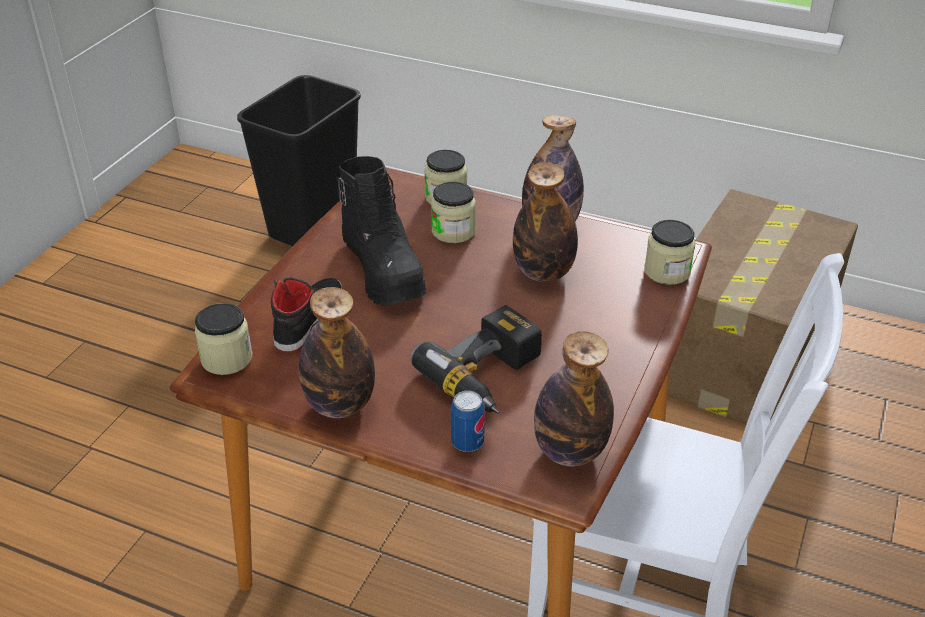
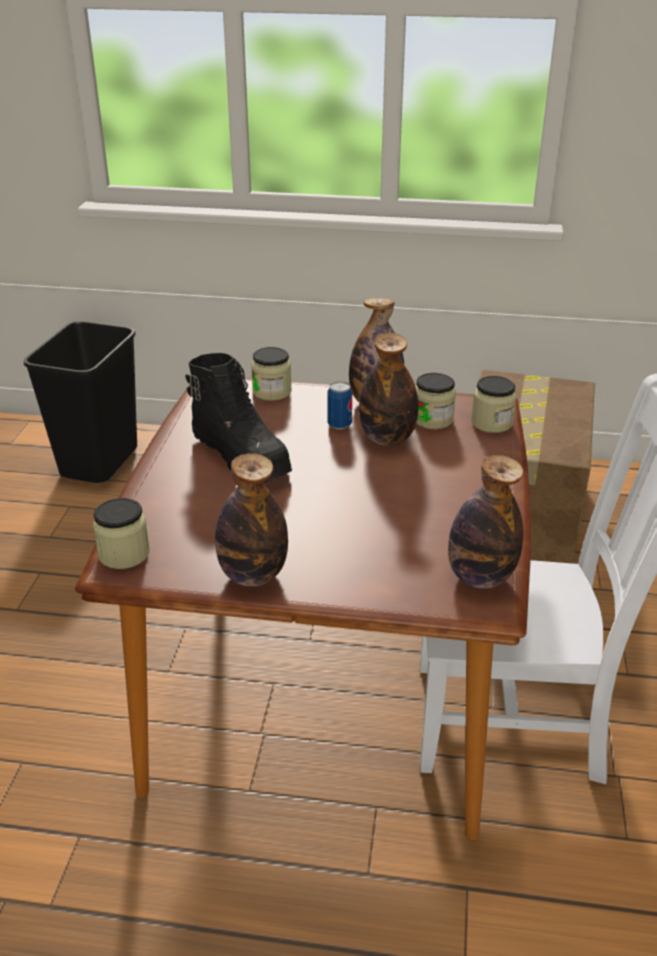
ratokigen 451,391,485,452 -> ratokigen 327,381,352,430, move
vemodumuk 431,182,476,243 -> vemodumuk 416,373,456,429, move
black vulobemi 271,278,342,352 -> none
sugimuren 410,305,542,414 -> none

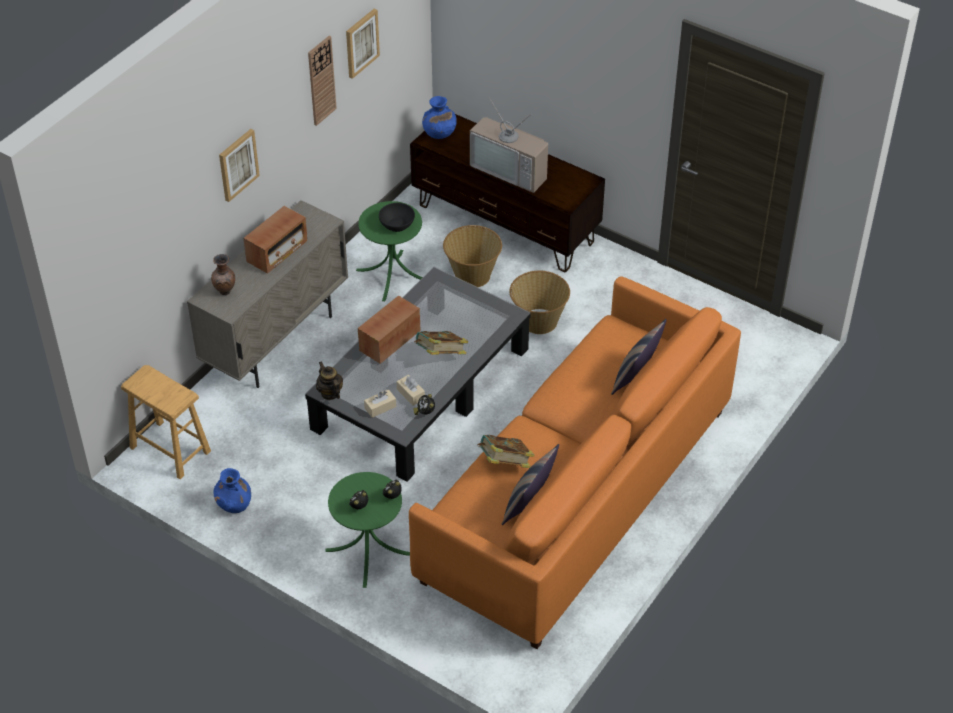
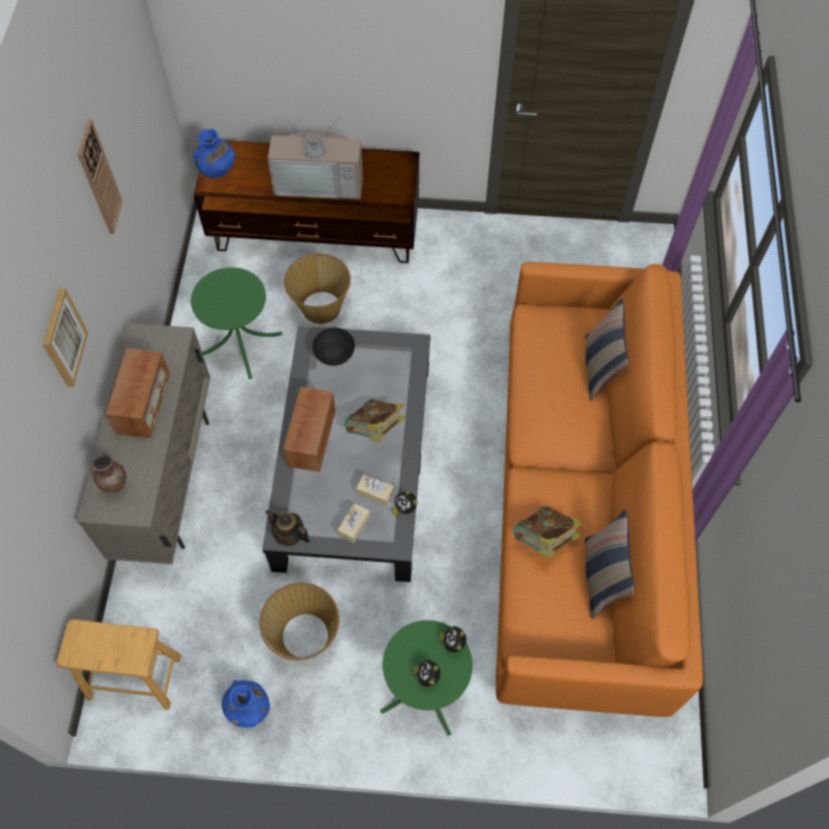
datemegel 510,271,570,334 -> datemegel 259,583,339,660, move
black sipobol 379,203,415,232 -> black sipobol 312,327,355,366, move
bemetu 346,9,380,79 -> none

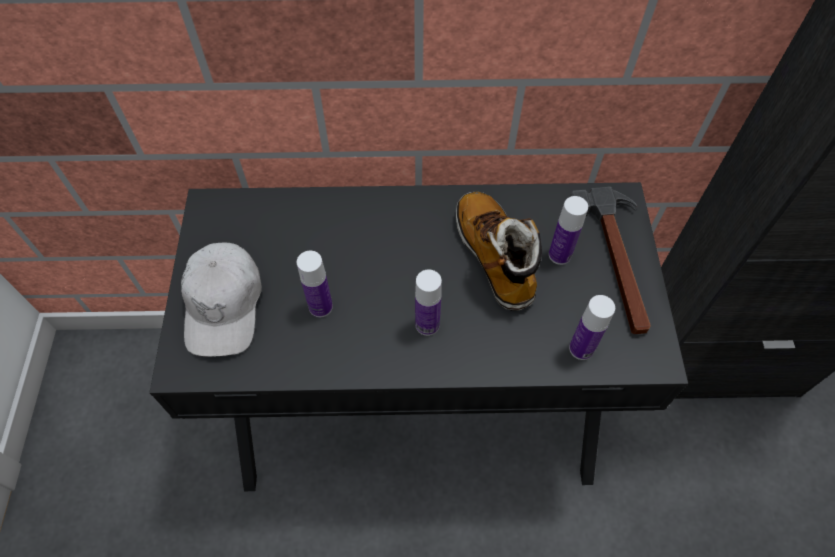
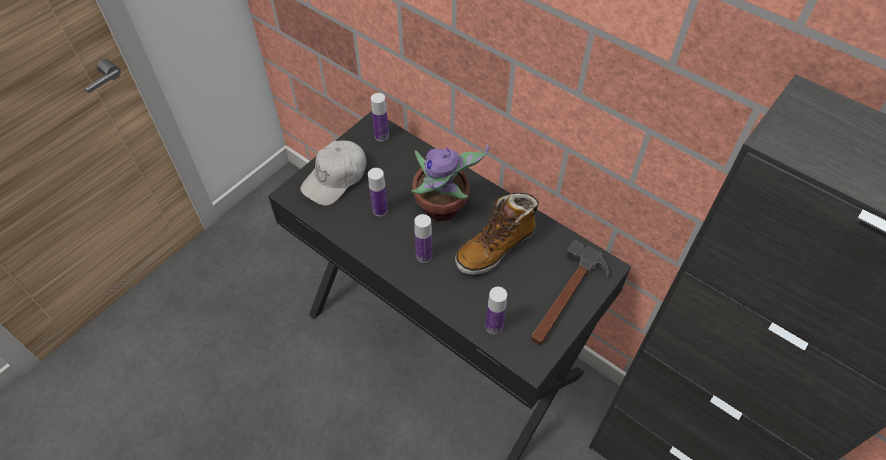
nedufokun 549,196,588,265 -> nedufokun 371,93,389,141, move
none -> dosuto 411,145,489,221
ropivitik 456,191,542,311 -> ropivitik 455,193,539,275, 150 degrees counterclockwise

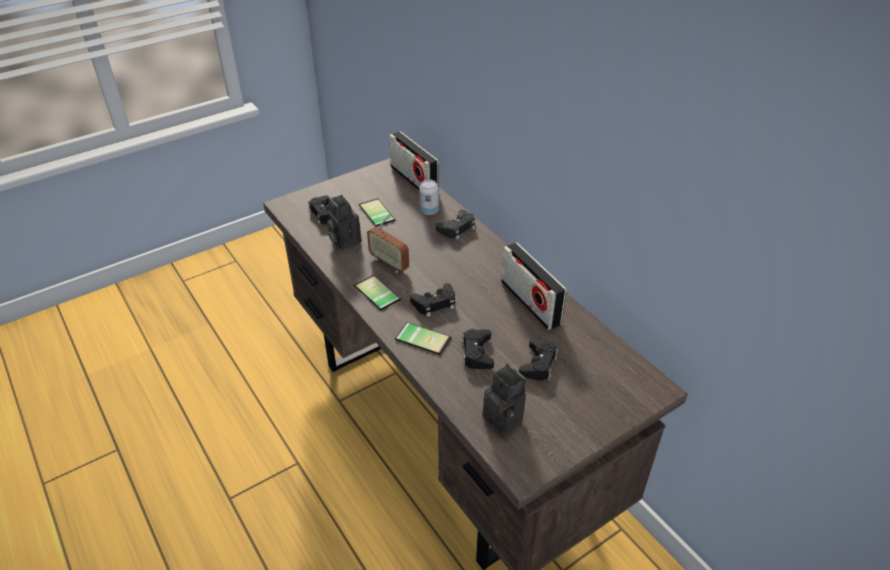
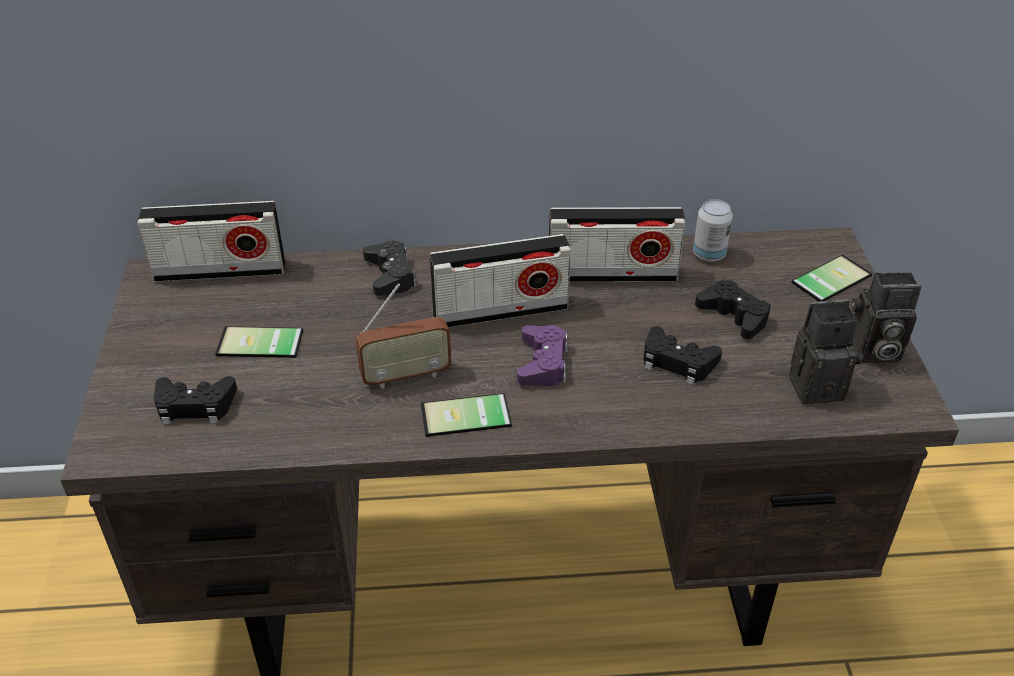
none -> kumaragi 430,234,571,328
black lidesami 410,283,455,317 -> purple lidesami 517,325,568,386
ratokigen 419,179,439,215 -> ratokigen 693,199,733,262, move
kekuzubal 395,322,451,355 -> kekuzubal 791,255,872,302, move
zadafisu 327,195,362,250 -> zadafisu 851,272,922,363, move

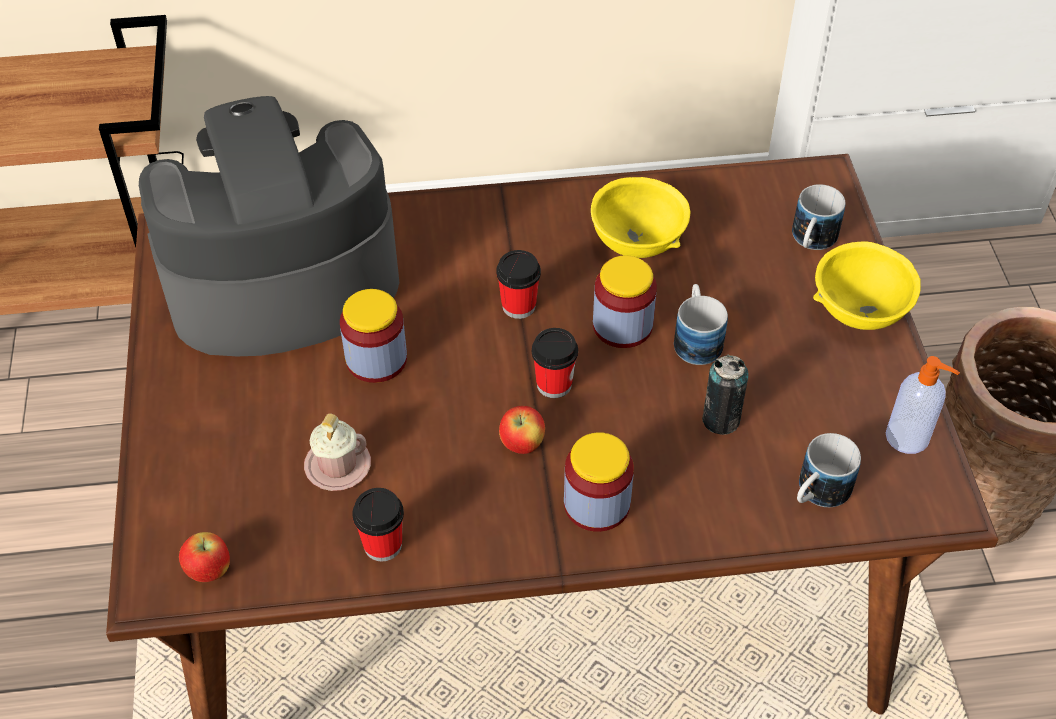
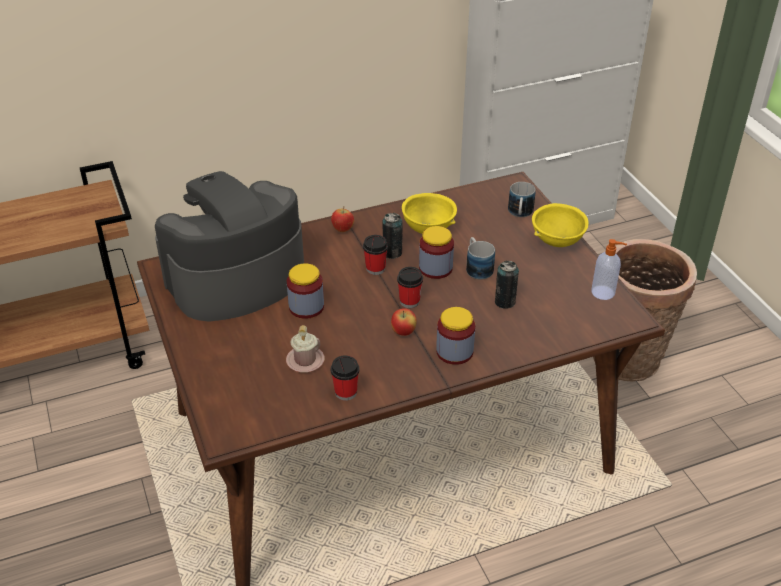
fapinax 179,532,230,582 -> fapinax 331,209,354,232, move
none -> ratokigen 383,213,402,259
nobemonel 797,433,861,507 -> none

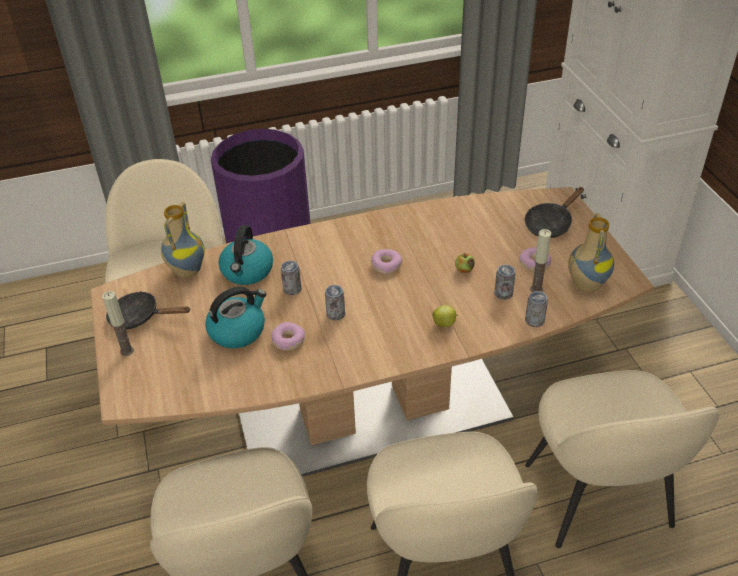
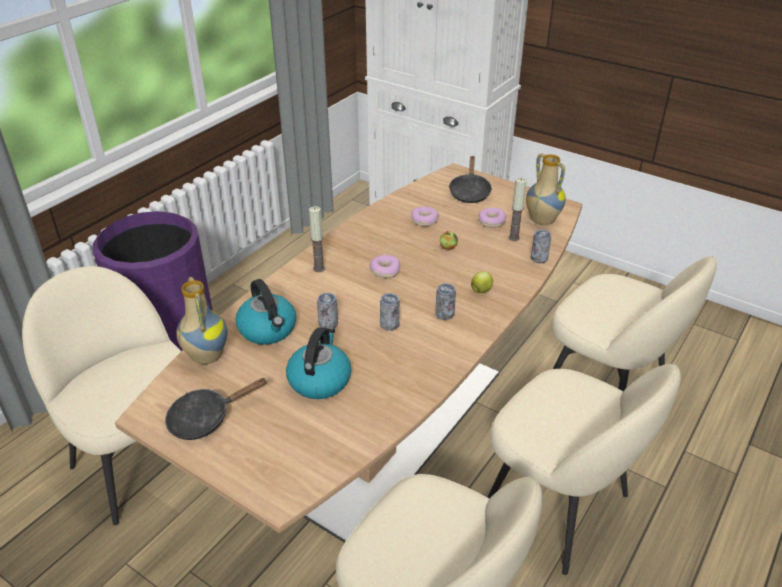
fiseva 102,291,134,356 -> fiseva 309,206,325,272, move
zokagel 272,322,305,351 -> zokagel 411,207,439,226, move
ratokigen 494,265,516,300 -> ratokigen 435,283,456,320, move

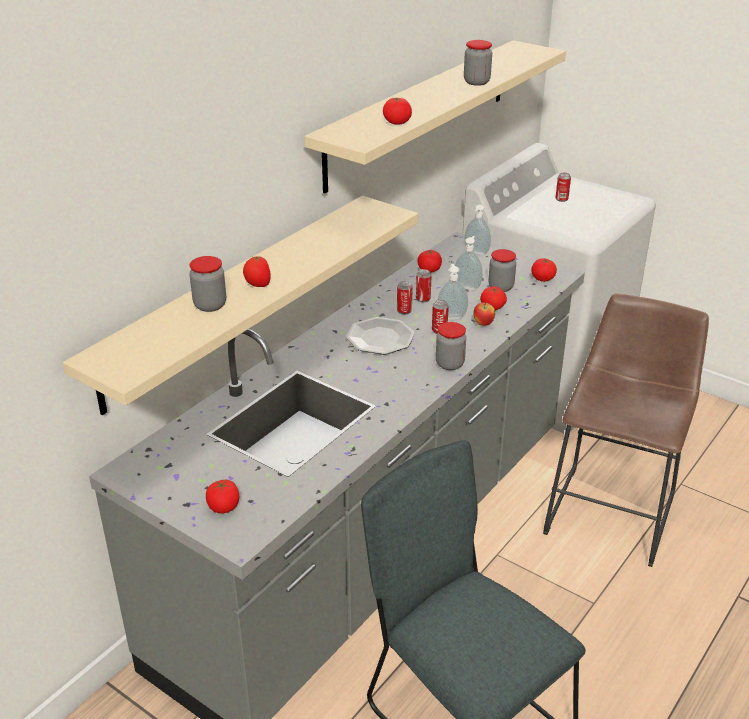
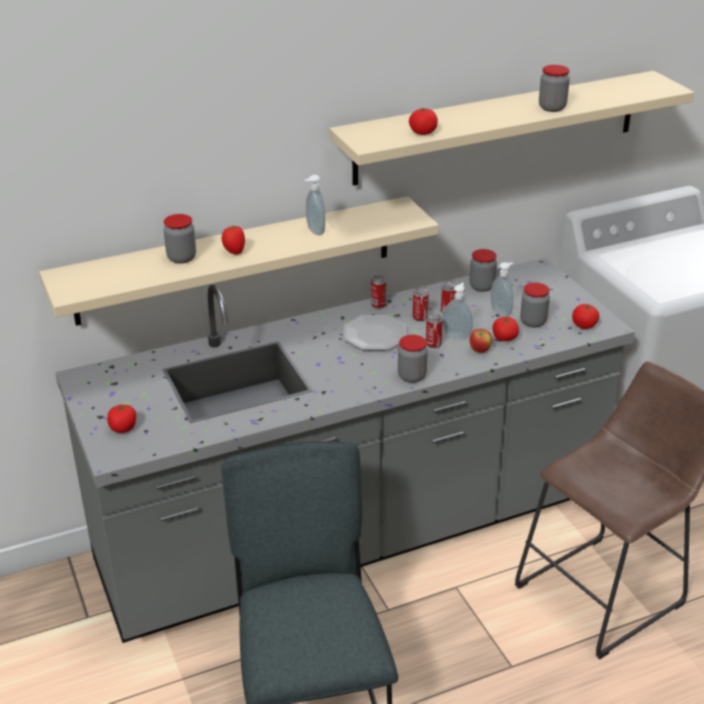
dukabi 465,204,491,255 -> dukabi 305,175,325,235, move
ratokigen 556,173,571,202 -> ratokigen 371,276,386,309, move
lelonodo 418,249,442,273 -> vemodumuk 470,249,497,292

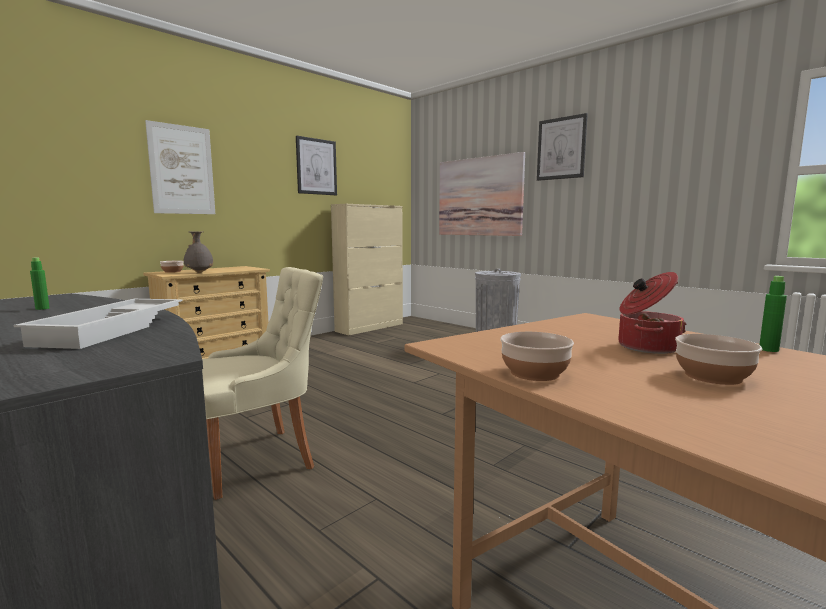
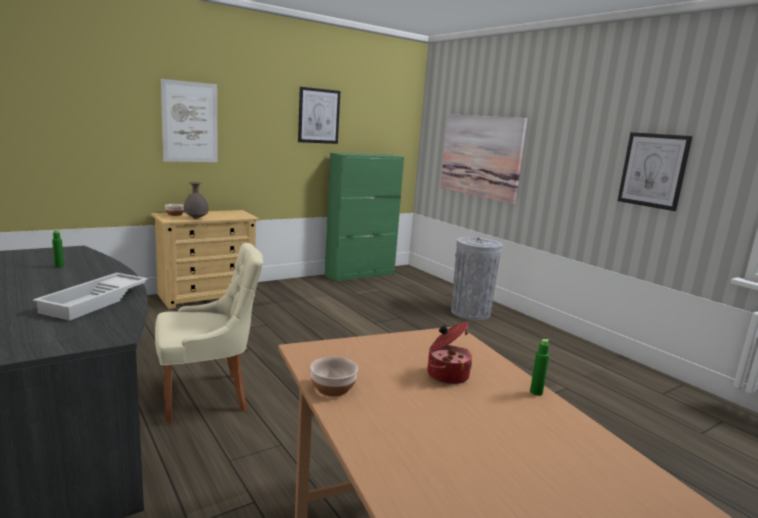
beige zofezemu 331,204,403,335 -> green zofezemu 325,153,404,282
bemetu 537,113,588,181 -> bemetu 618,132,692,211, move
sipobol 675,334,762,385 -> none

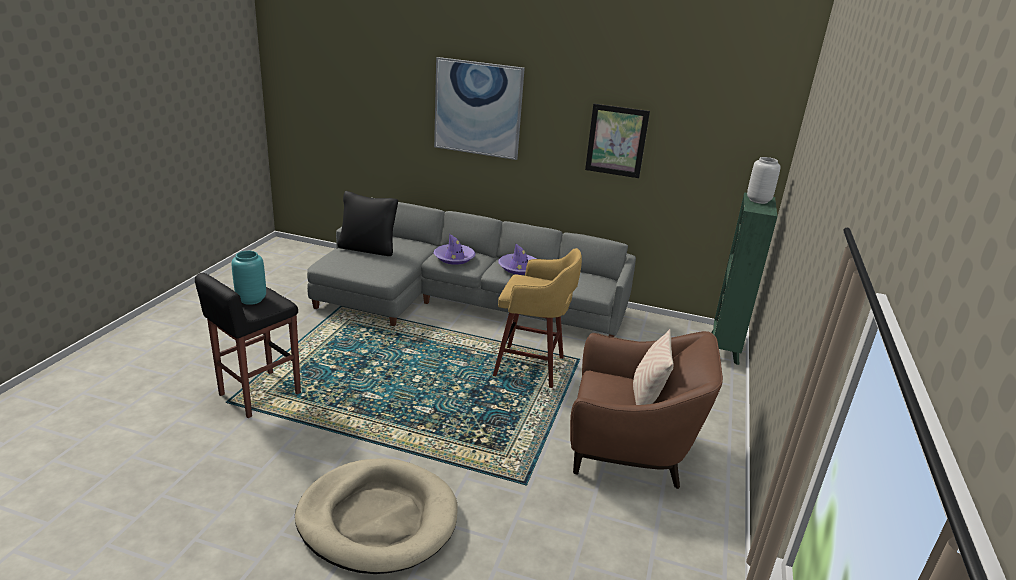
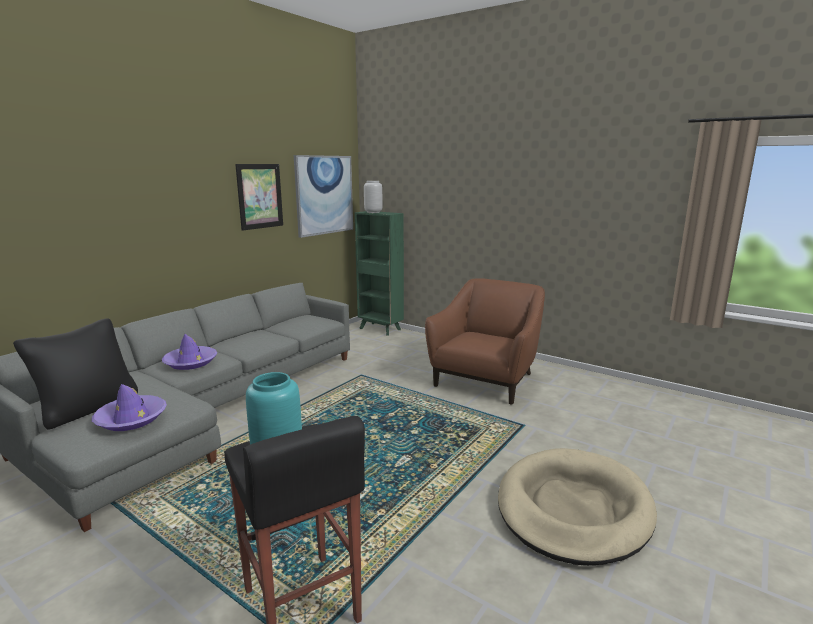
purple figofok 498,244,536,275 -> purple figofok 92,384,167,431, move
bemetu 434,57,525,160 -> bemetu 294,155,353,238, move
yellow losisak 493,248,582,388 -> none
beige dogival 633,329,674,405 -> none

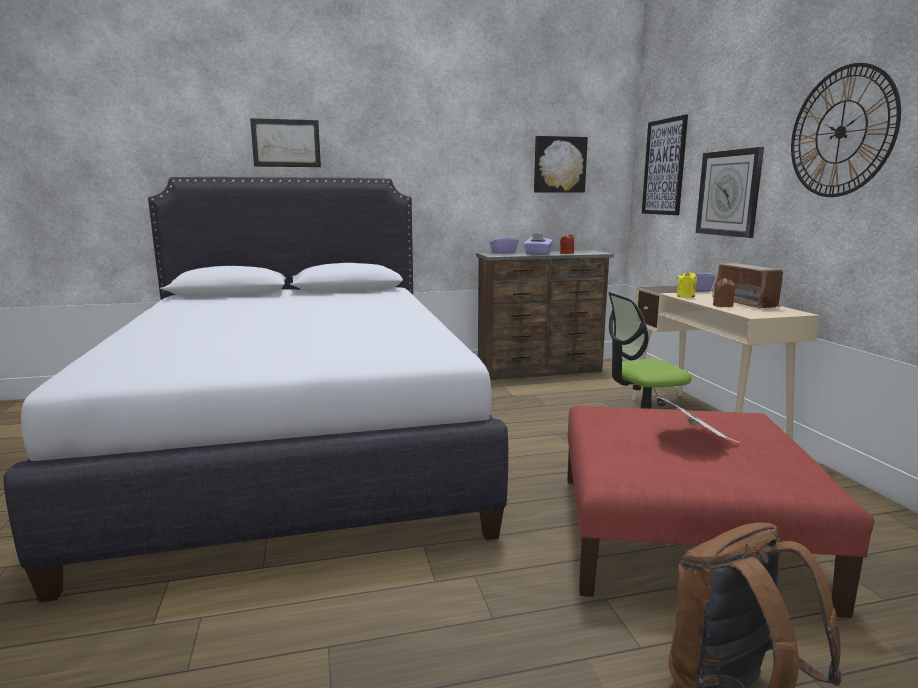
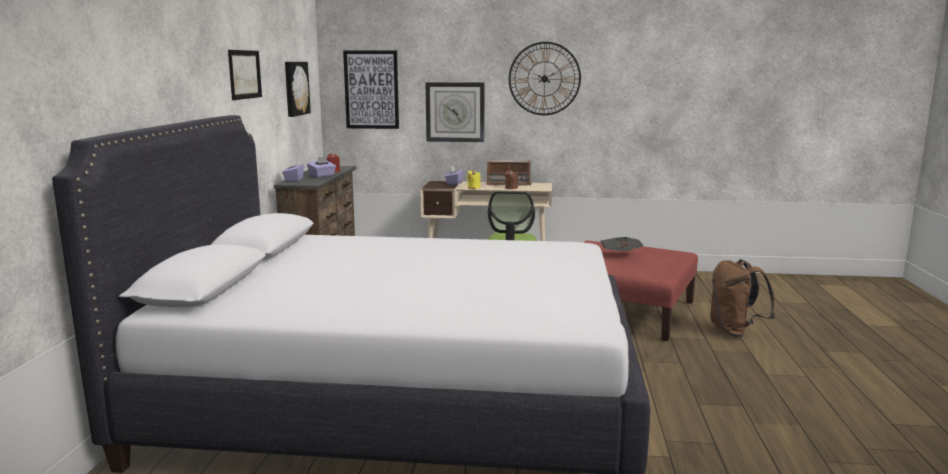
bemetu 250,118,321,167 -> bemetu 228,50,262,100, move

